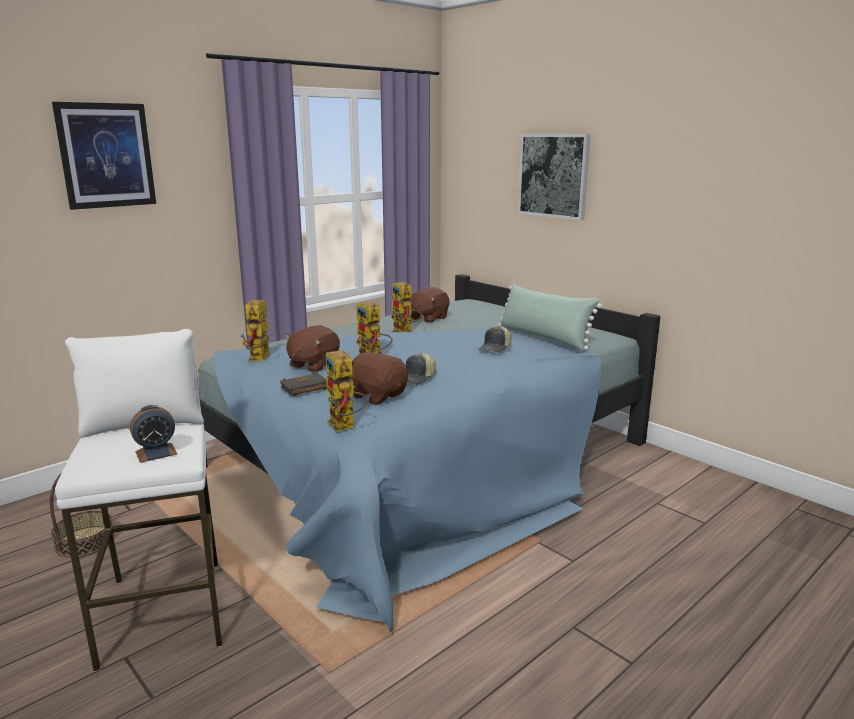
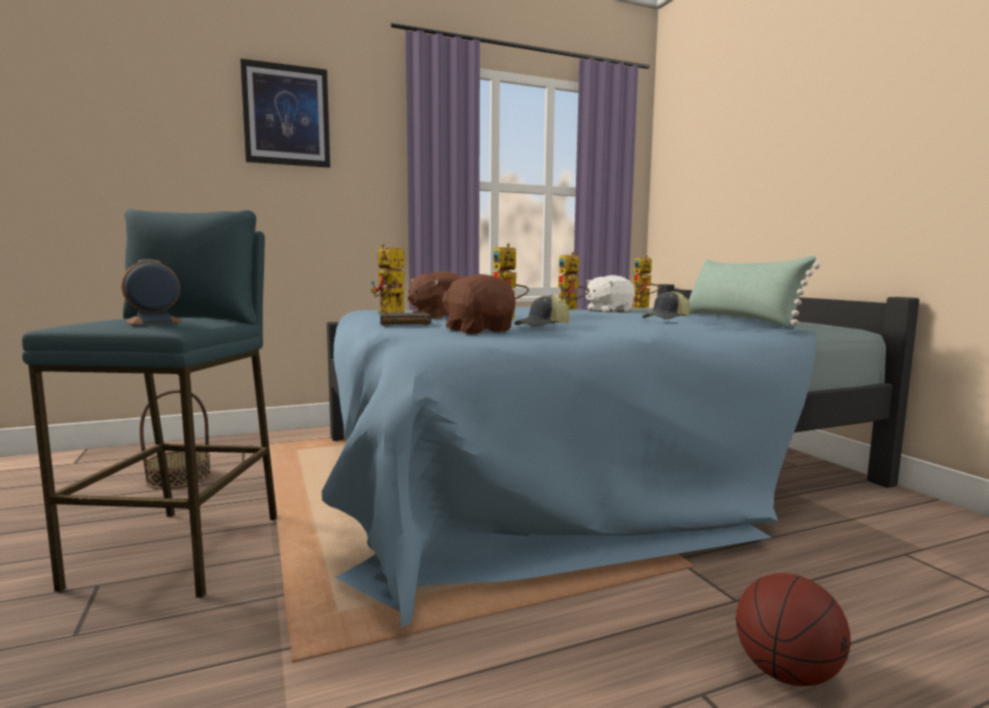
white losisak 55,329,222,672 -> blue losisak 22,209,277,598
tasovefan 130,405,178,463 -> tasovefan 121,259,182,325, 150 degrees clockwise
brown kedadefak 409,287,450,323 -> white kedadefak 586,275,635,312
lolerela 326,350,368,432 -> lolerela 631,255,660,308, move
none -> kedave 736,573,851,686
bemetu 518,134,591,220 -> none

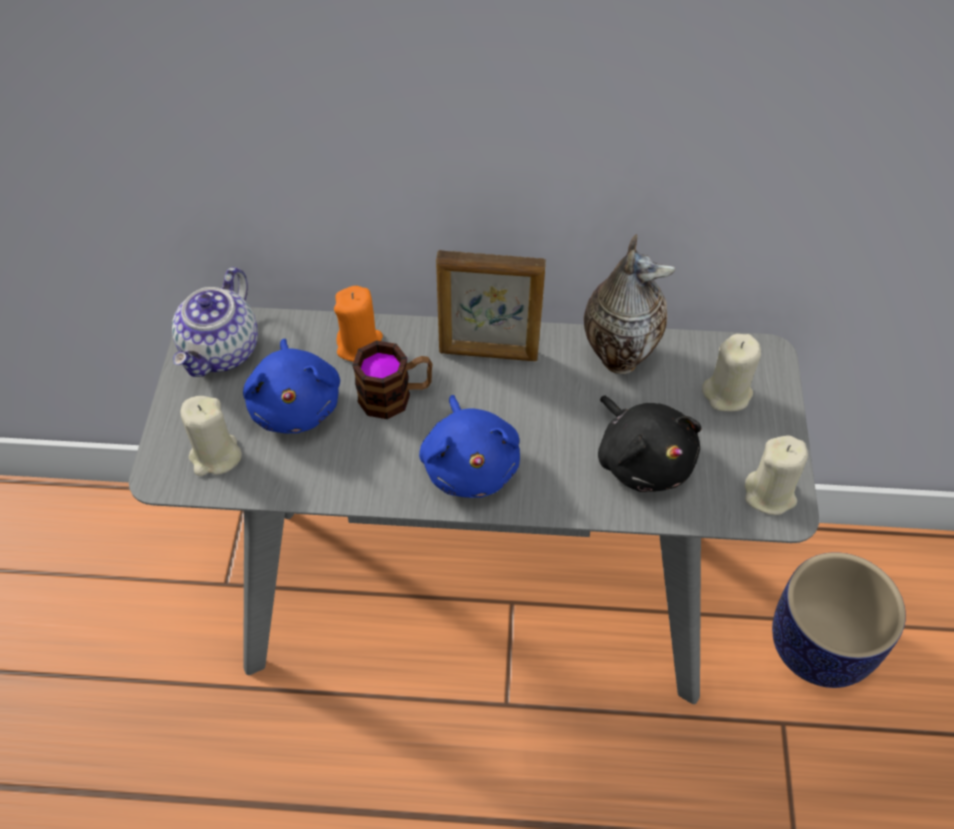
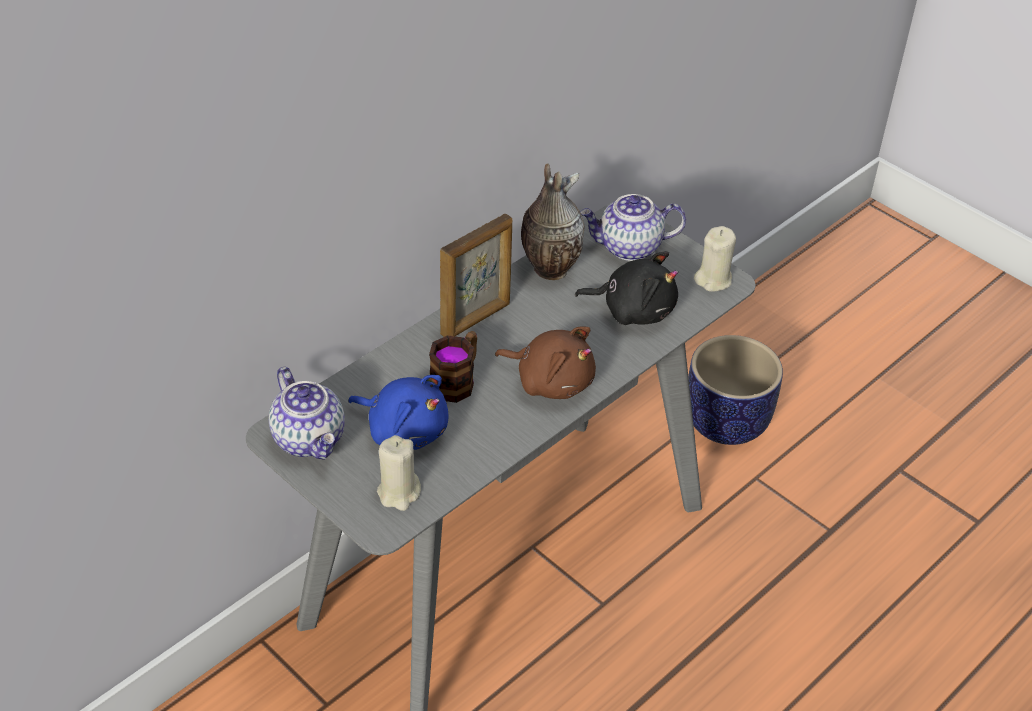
blue kedadefak 419,395,520,498 -> brown kedadefak 495,326,596,399
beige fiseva 702,334,761,411 -> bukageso 580,194,686,261
orange fiseva 334,286,383,362 -> none

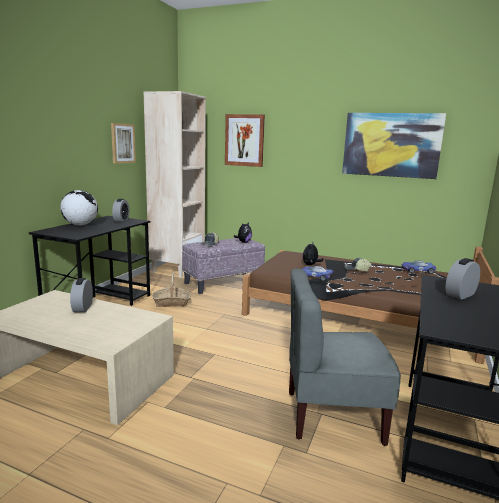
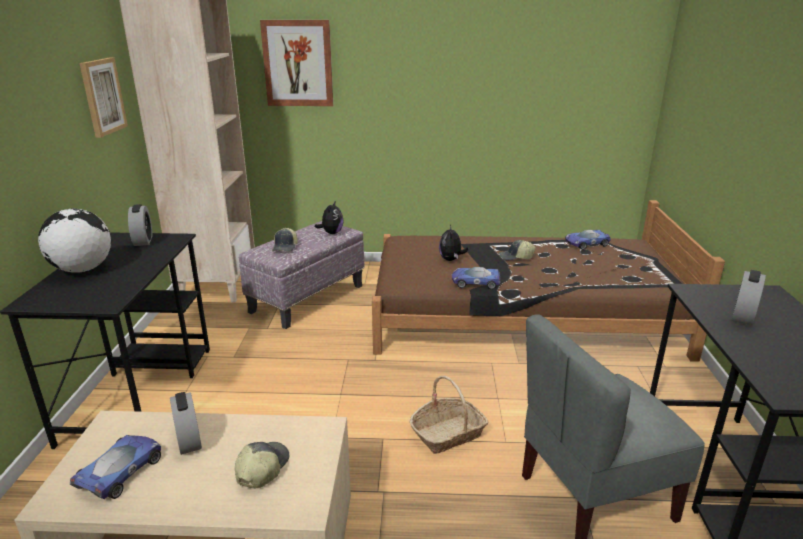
none -> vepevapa 70,435,161,499
none -> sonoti 235,442,289,489
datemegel 152,271,191,307 -> datemegel 410,376,489,454, move
bemetu 342,113,446,179 -> none

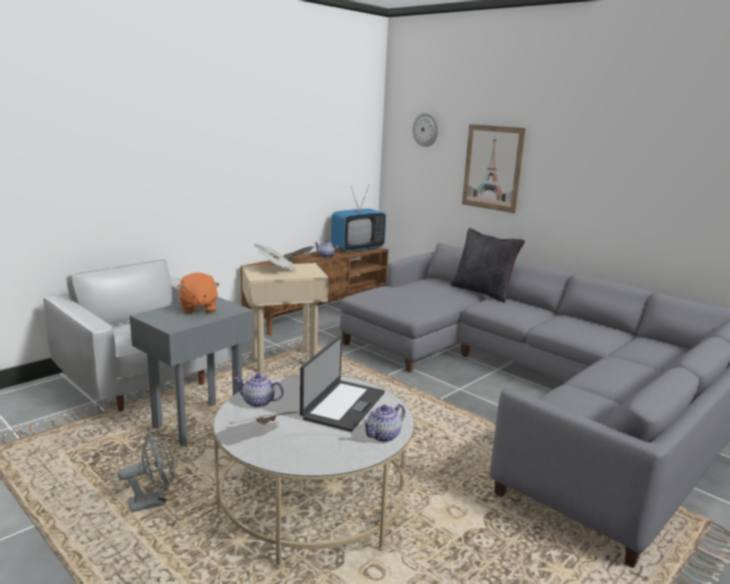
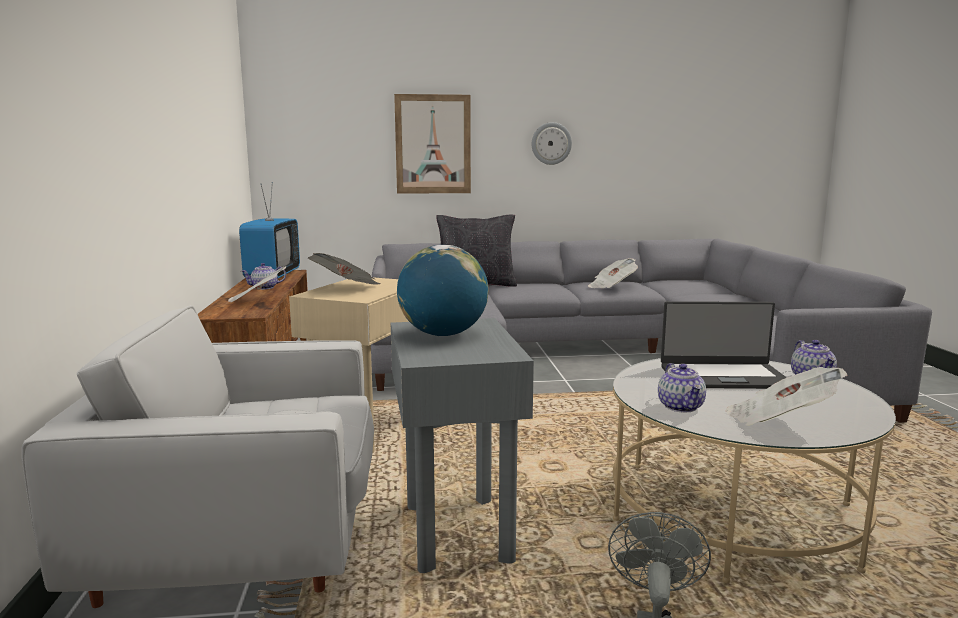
orange kedadefak 177,272,220,314 -> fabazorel 397,245,488,336
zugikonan 412,113,439,147 -> zugikonan 532,122,572,165, move
none -> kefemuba 588,258,638,288
bukageso 234,373,284,408 -> bukageso 658,363,706,412, 60 degrees counterclockwise
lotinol 300,336,385,432 -> lotinol 661,301,787,389, 120 degrees clockwise

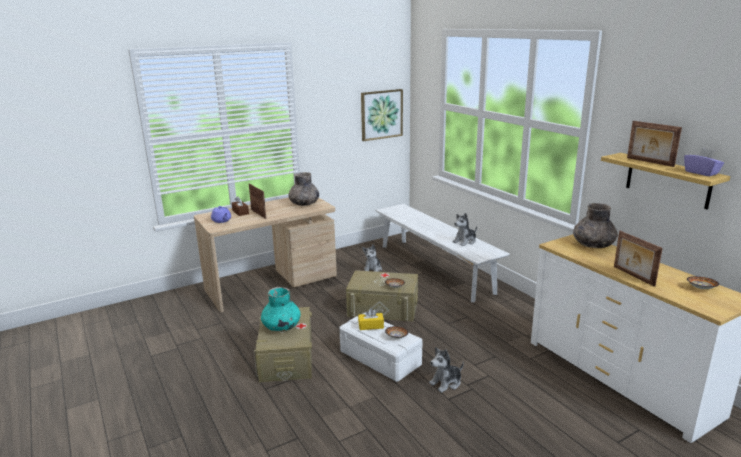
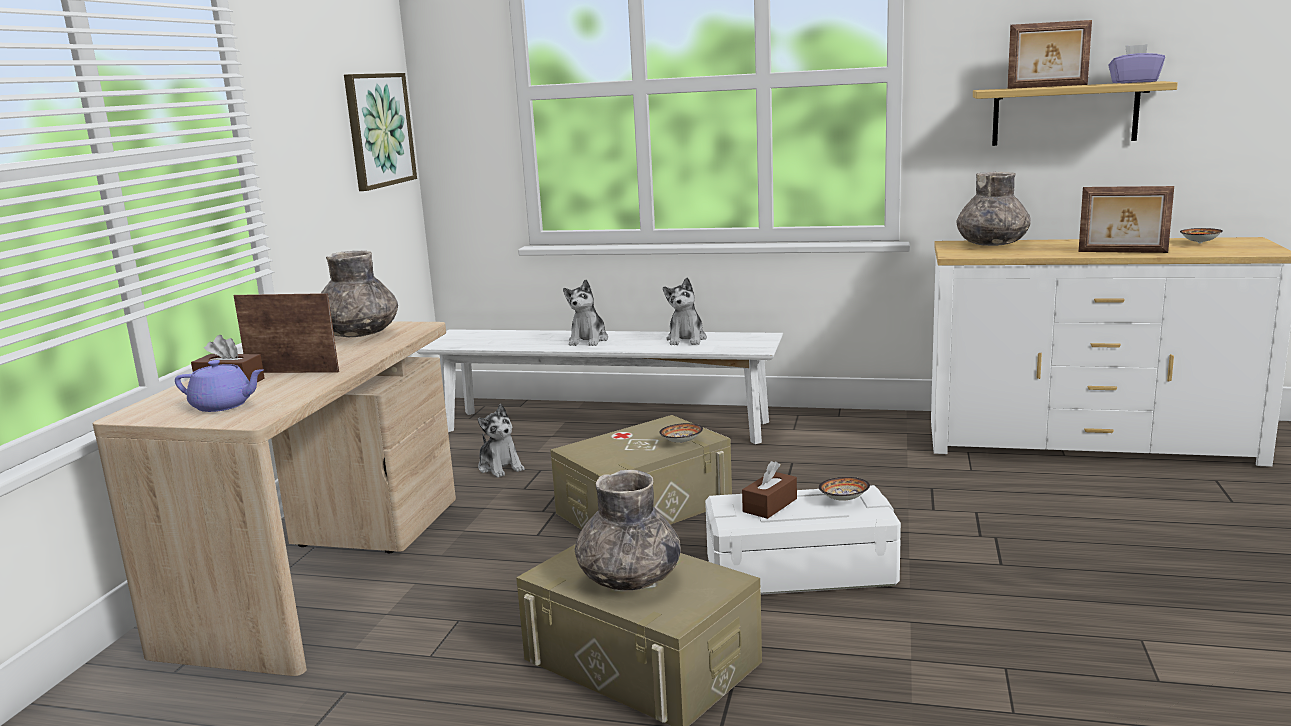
kedadefak 429,347,464,393 -> kedadefak 563,280,608,346, move
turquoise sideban 261,287,300,332 -> grey sideban 575,470,681,590
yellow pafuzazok 358,308,384,330 -> brown pafuzazok 742,461,797,519

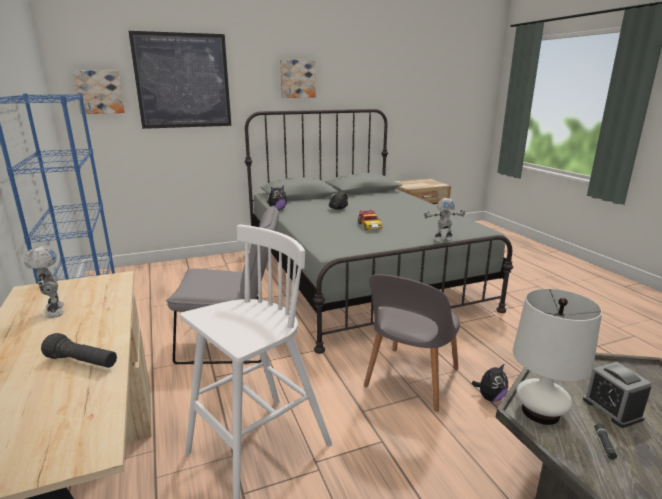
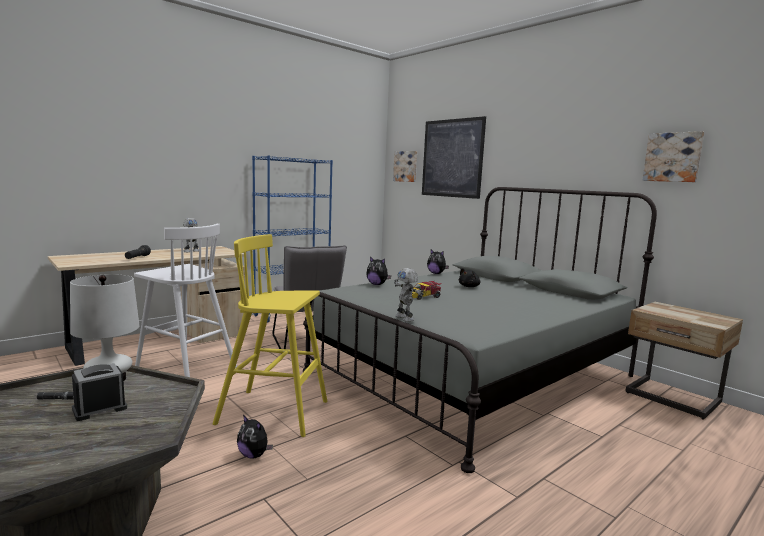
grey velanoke 364,274,460,412 -> yellow losisak 213,234,327,437
none -> kedadefak 366,257,391,285
bemetu 280,60,316,98 -> bemetu 643,131,704,182, move

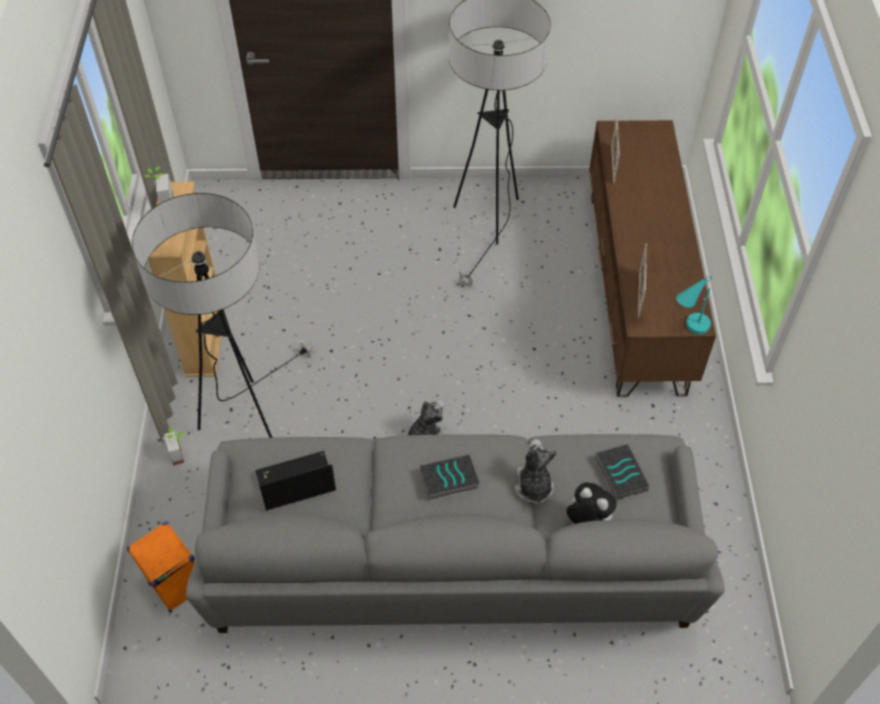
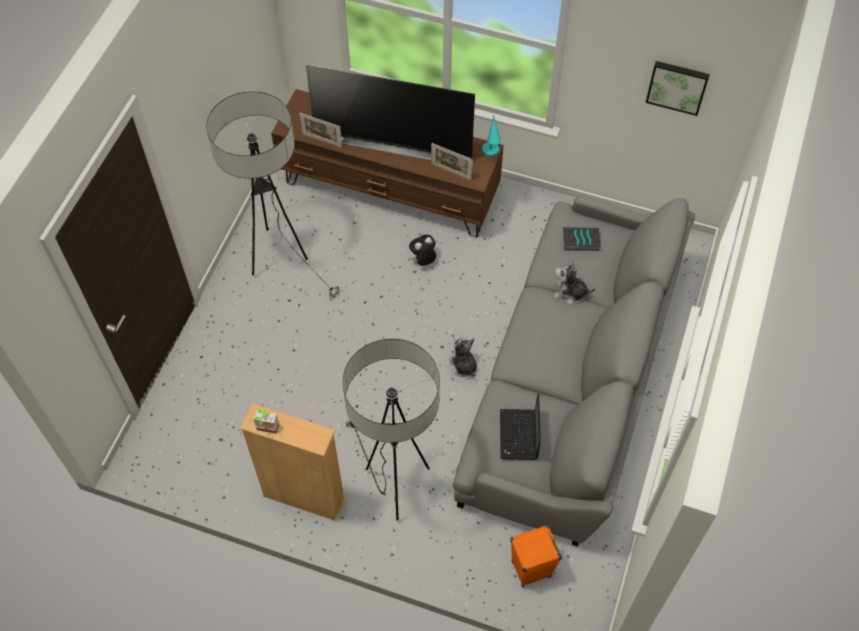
none -> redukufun 306,64,475,160
kedadefak 566,482,617,524 -> kedadefak 408,235,436,266, move
none -> bemetu 646,61,710,116
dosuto 164,429,184,466 -> none
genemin 420,455,480,500 -> none

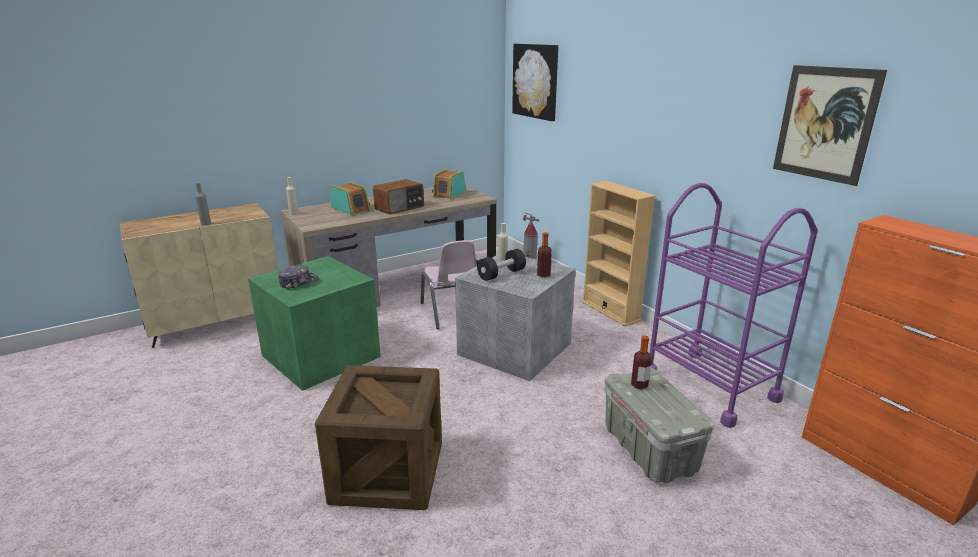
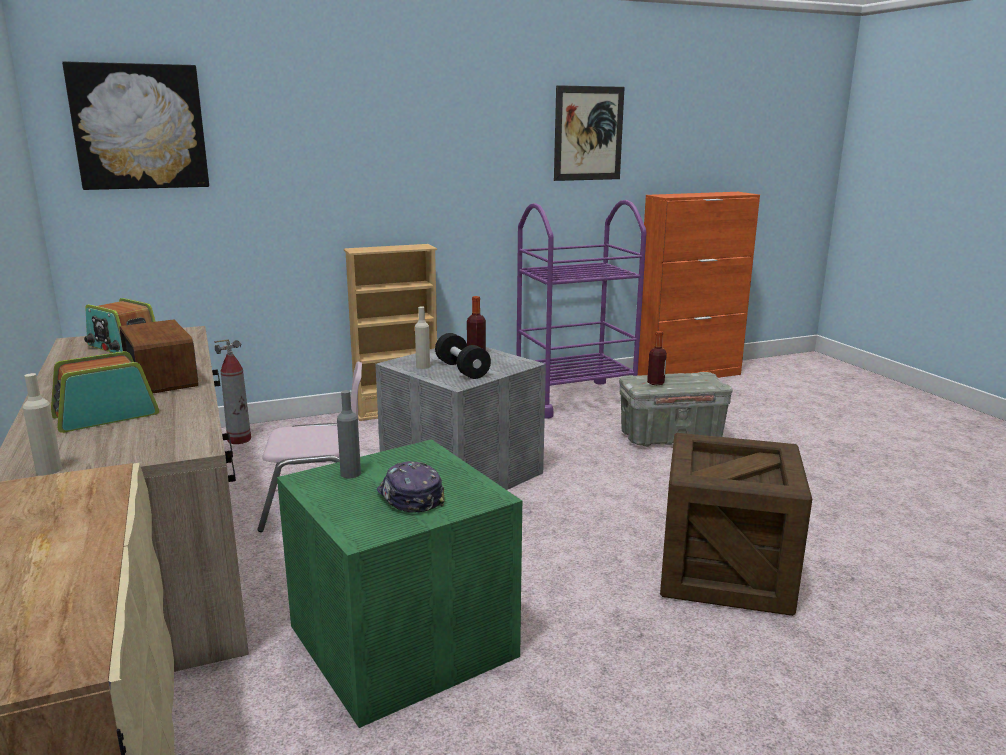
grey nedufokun 195,182,211,226 -> grey nedufokun 337,390,361,478, move

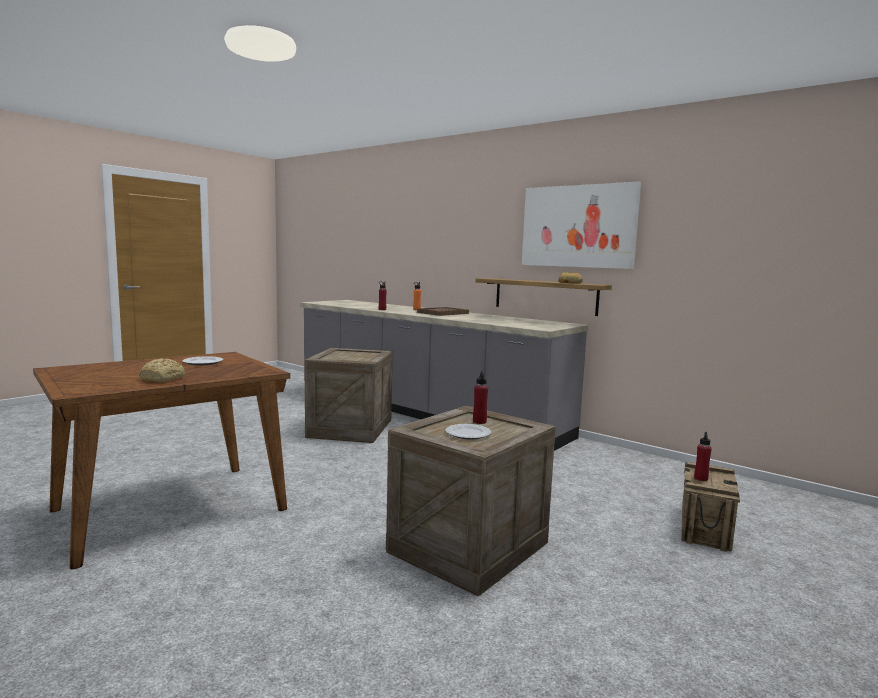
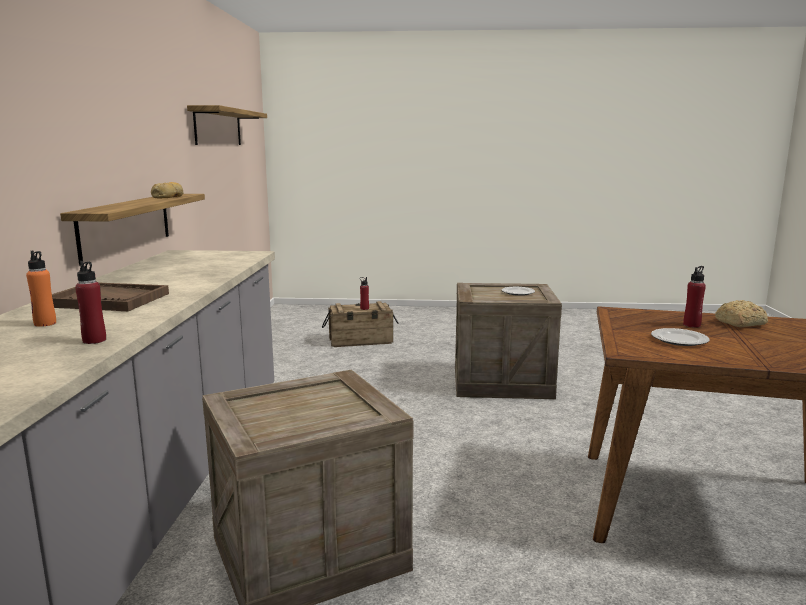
none -> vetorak 187,105,267,145
red nedufokun 473,371,488,424 -> red nedufokun 683,266,706,328, move
bemetu 522,182,641,269 -> none

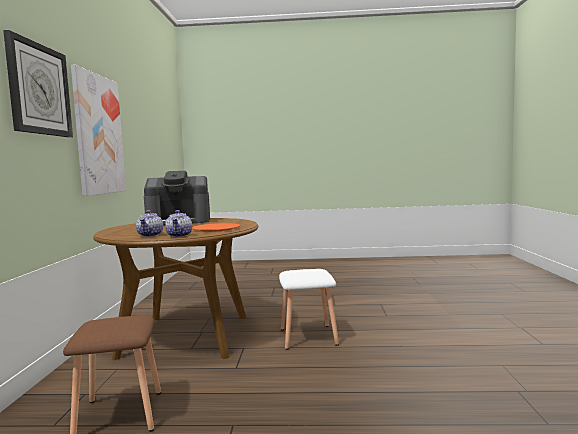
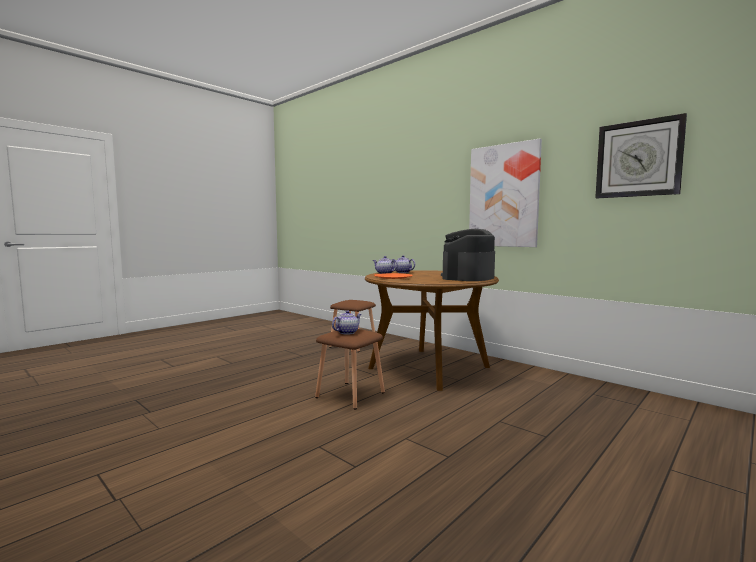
white losisak 279,269,339,349 -> brown losisak 315,329,385,409
none -> bukageso 332,310,361,335
zugikonan 3,30,73,137 -> zugikonan 595,113,687,198, move

